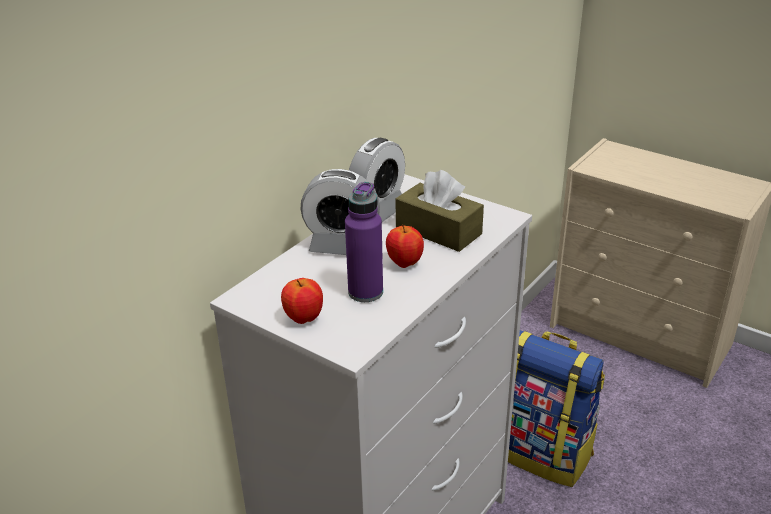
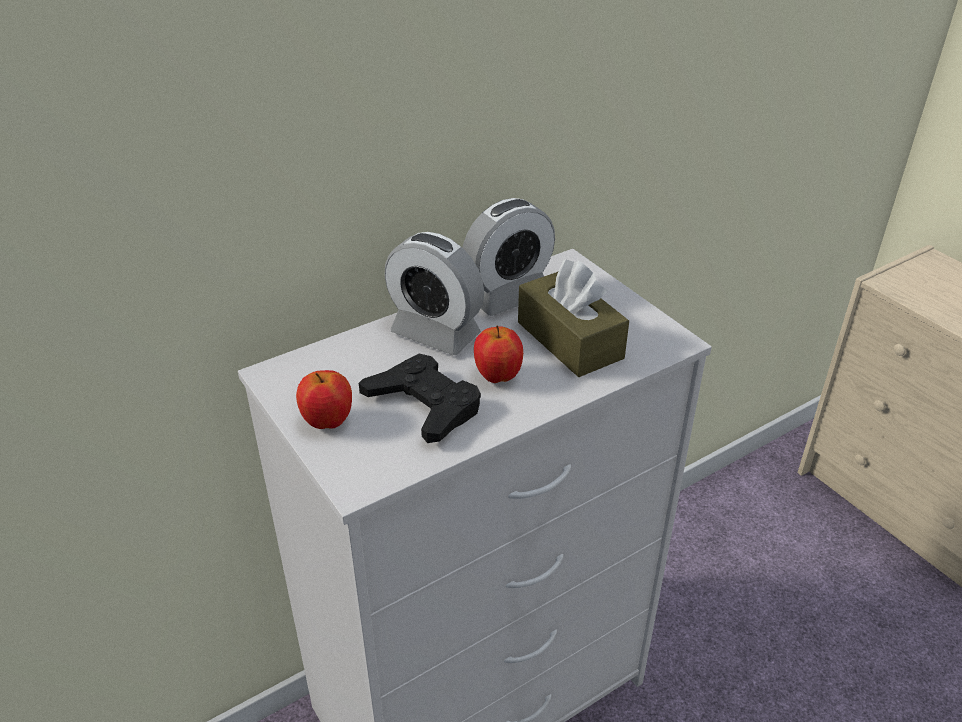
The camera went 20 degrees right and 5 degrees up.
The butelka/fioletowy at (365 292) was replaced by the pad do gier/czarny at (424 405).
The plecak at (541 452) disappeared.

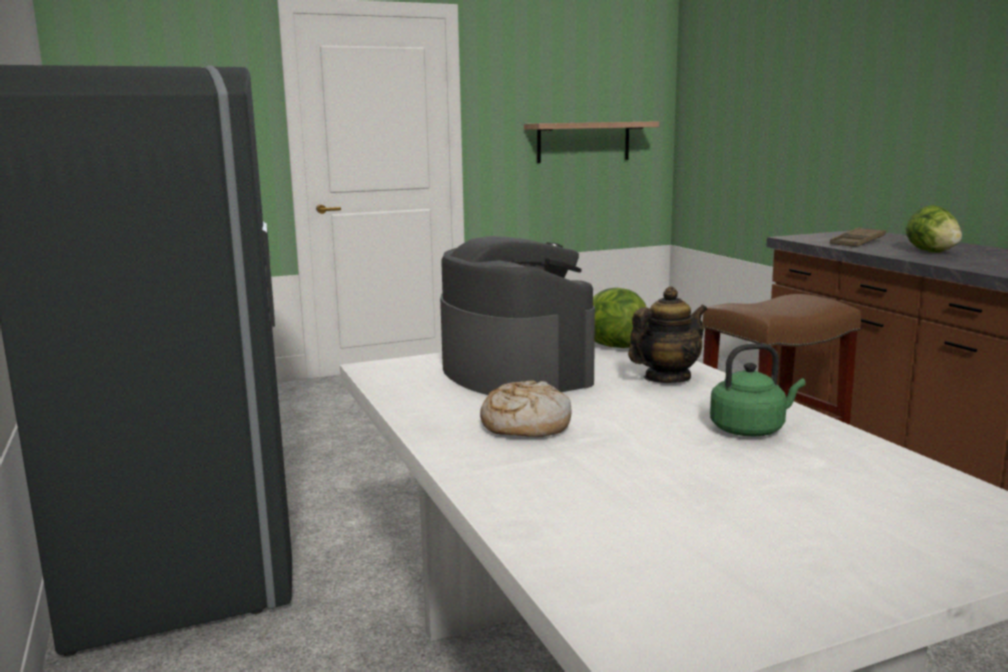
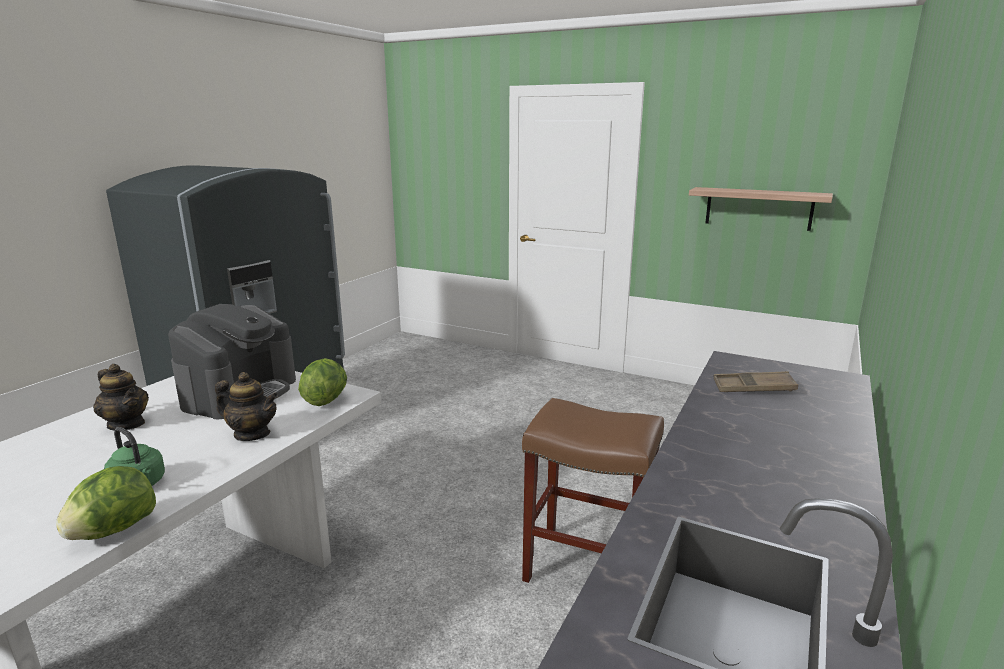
The camera went 50 degrees right and 5 degrees up.
The sałata moved from (931 252) to (114 530).
The chleb at (524 425) was replaced by the imbryk at (126 424).

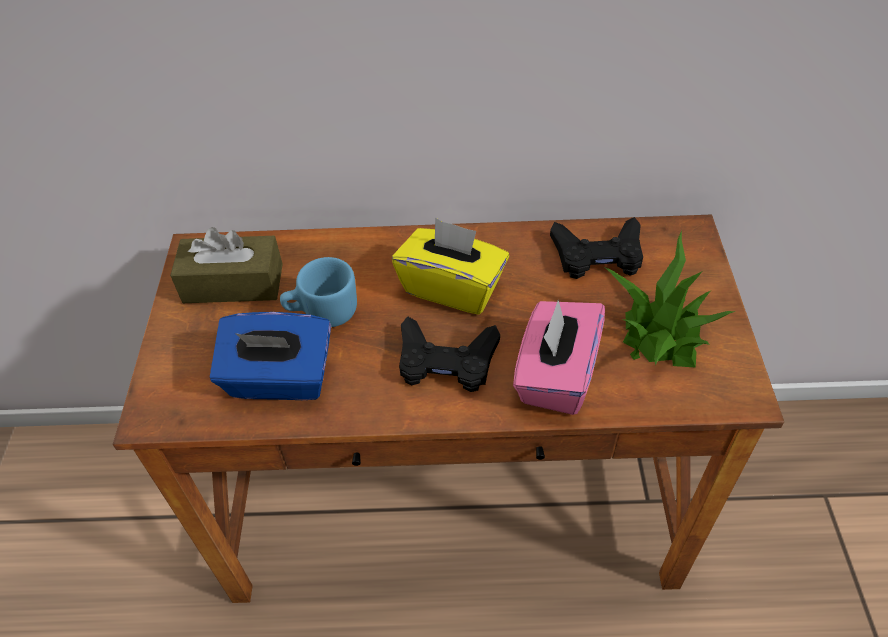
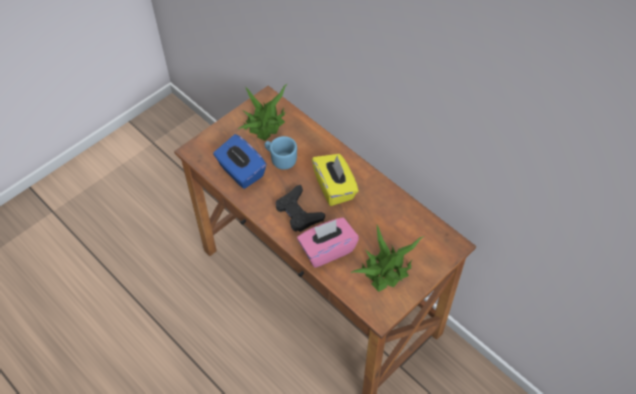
The camera went 45 degrees right and 5 degrees up.
The pad do gier/czarny at (598 255) disappeared.
The pudełko chusteczek/brązowy at (233 283) was replaced by the roślina doniczkowa at (265 123).

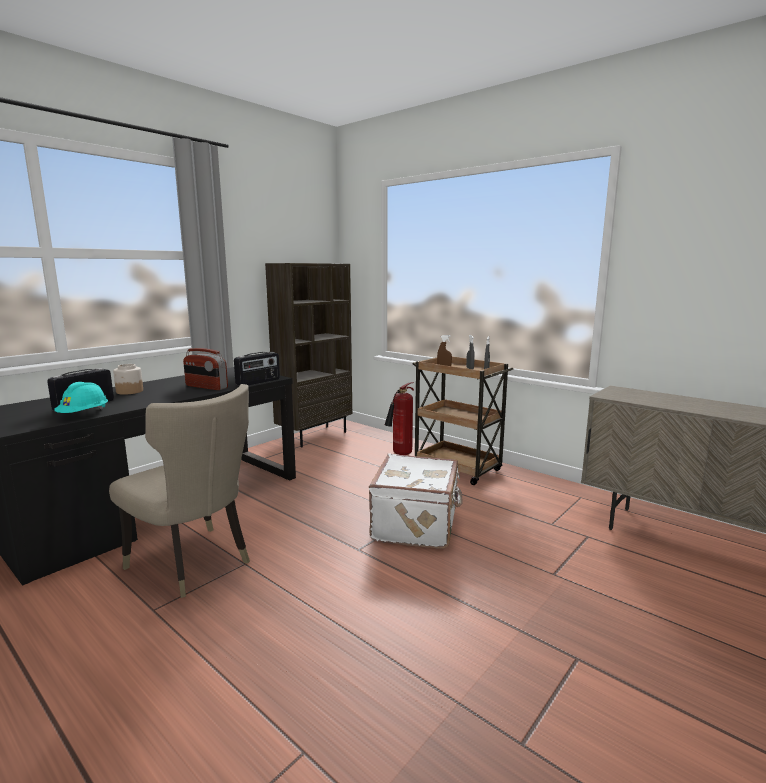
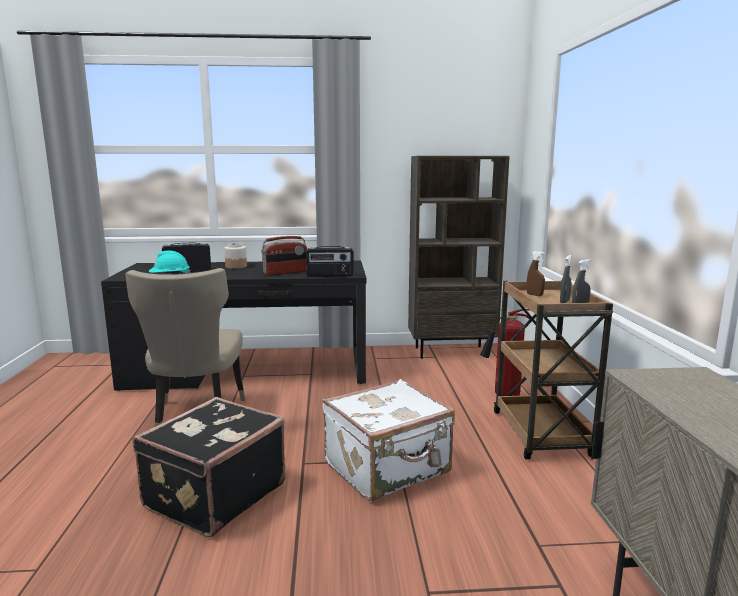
The camera went 45 degrees right and 0 degrees up.
The radio at (206 387) turned 105 degrees counterclockwise.
The walizka/czarny at (213 495) appeared.

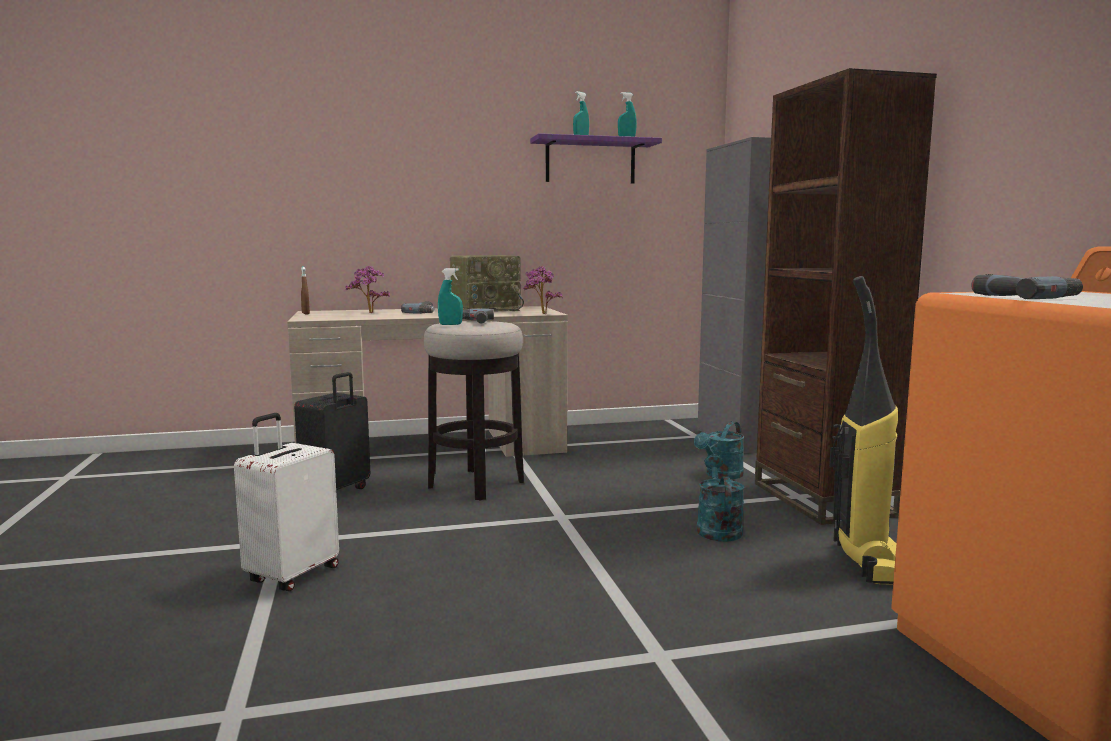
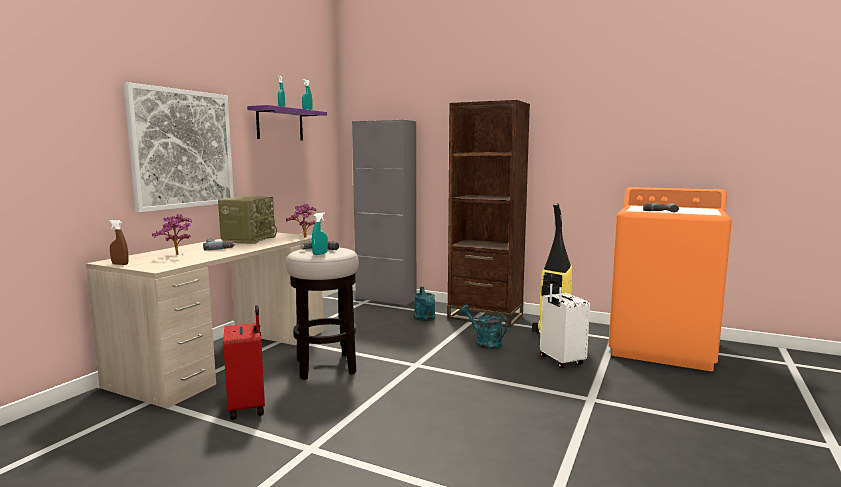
The camera went 50 degrees left and 0 degrees up.
The walizka/czarny at (336 492) became the walizka/czerwony at (248 407).
The walizka/biały moved from (292 575) to (560 361).
The obraz at (183 149) appeared.

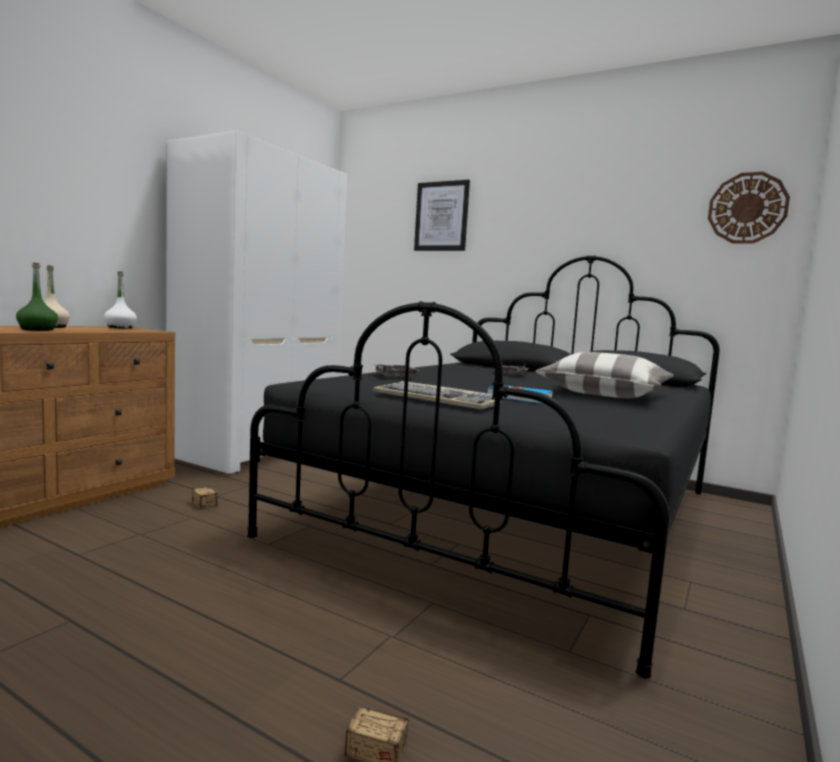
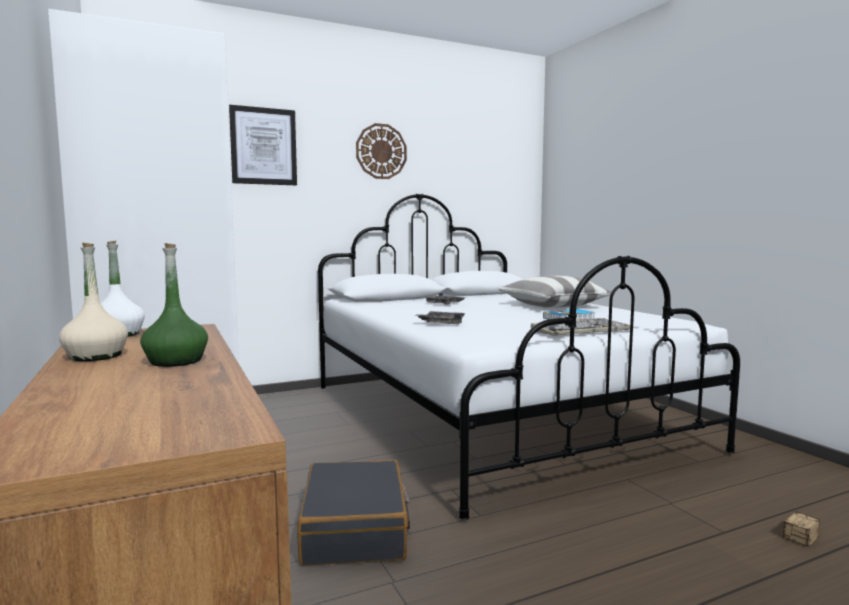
The camera went 55 degrees left and 0 degrees up.
The zegar ścienny moved from (747 208) to (381 151).
The łóżko/czarny at (516 512) became the łóżko/biały at (491 415).
The pojemnik do przechowywania at (210 509) was replaced by the walizka/czarny at (355 529).

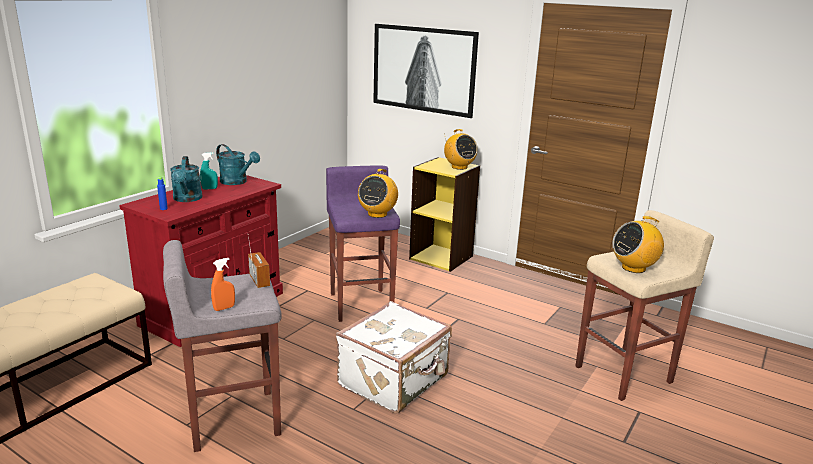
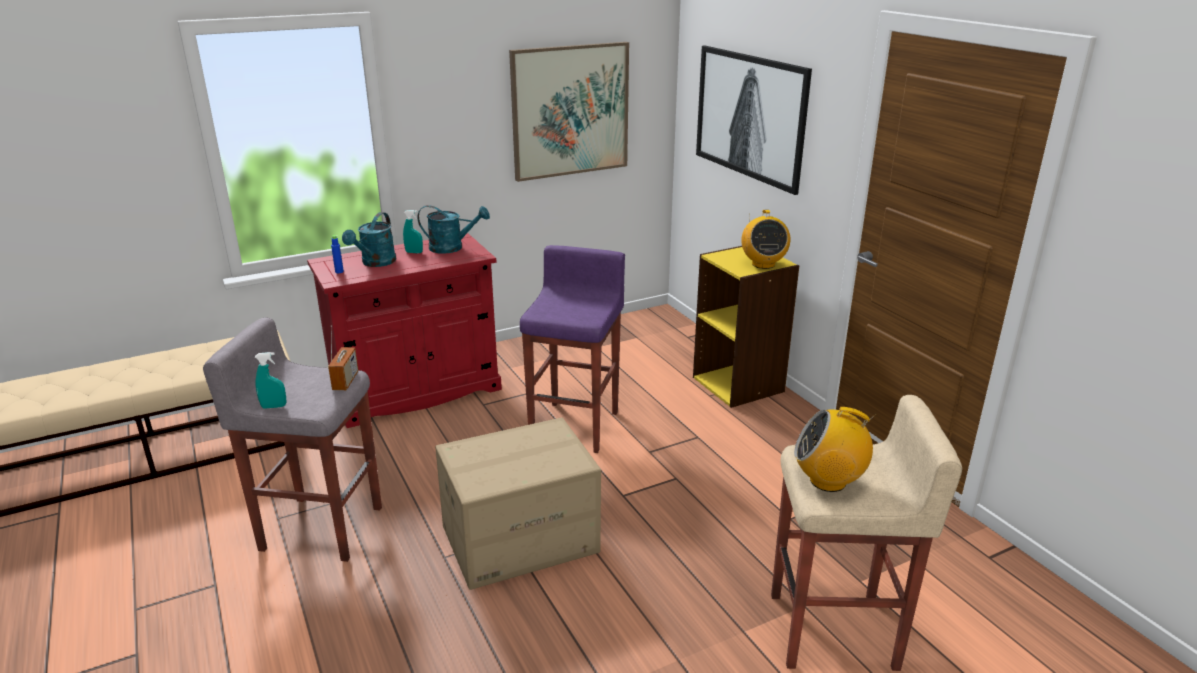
The camera went 30 degrees right and 5 degrees up.
The konewka/turkusowy at (237 182) turned 60 degrees counterclockwise.
The radio at (377 214) disappeared.
The spryskiwacz/pomarańczowy at (224 308) became the spryskiwacz/turkusowy at (274 406).
The walizka/biały at (395 381) was replaced by the karton at (520 538).
The obraz at (570 111) appeared.

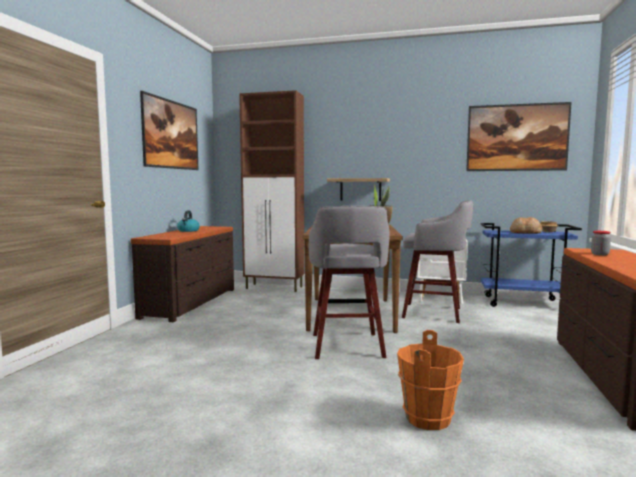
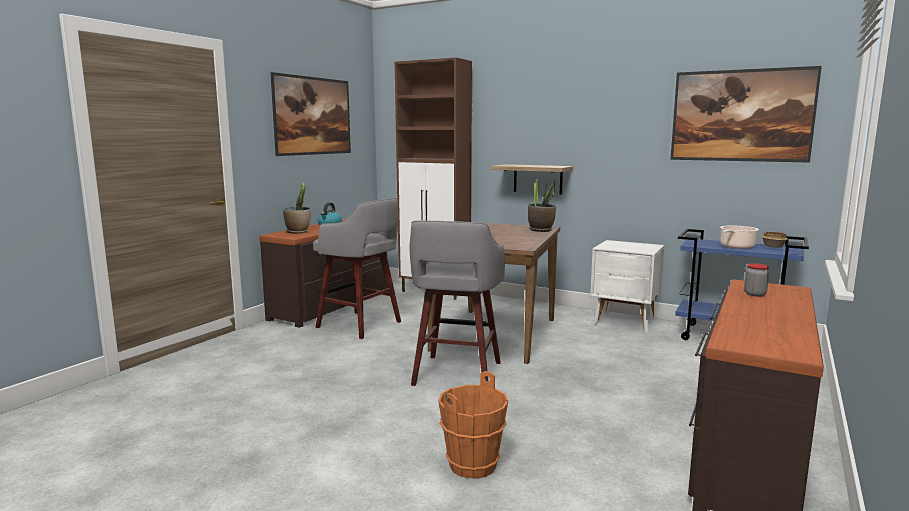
The camera went 15 degrees right and 5 degrees up.
The stołek/szary moved from (434 313) to (361 325).
The chleb at (525 232) was replaced by the garnek at (736 247).
The roślina doniczkowa at (298 232) appeared.

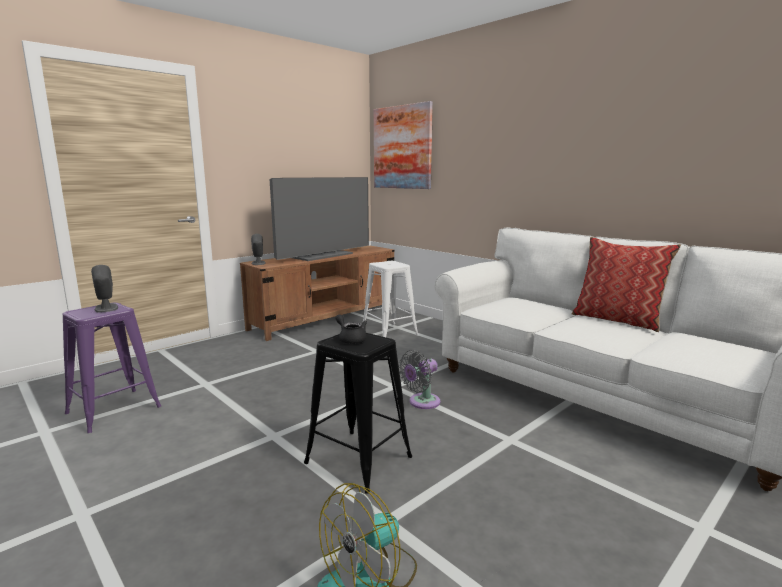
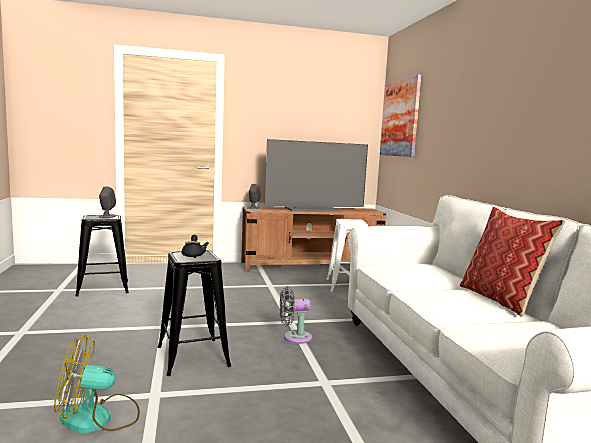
The camera went 30 degrees right and 5 degrees down.
The stołek/fioletowy at (113 410) became the stołek/czarny at (103 288).

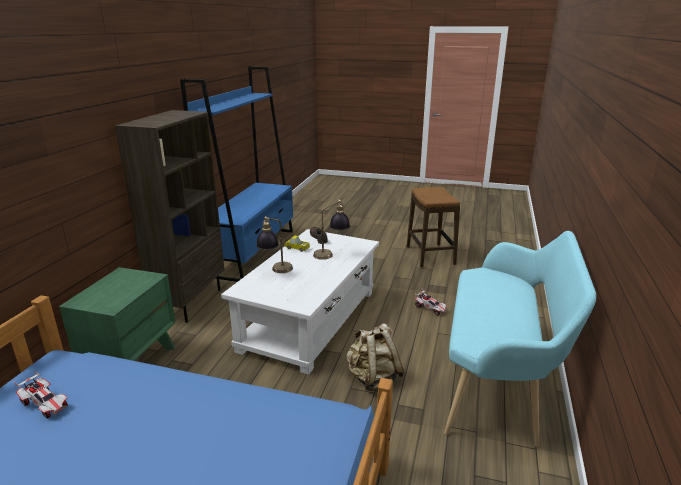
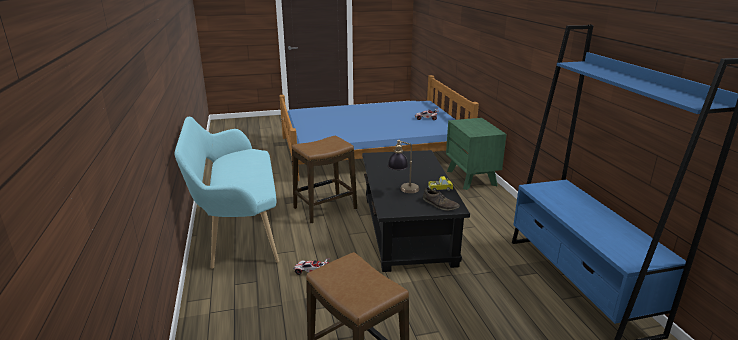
The camera went 150 degrees right and 0 degrees up.
The regał/brązowy at (190 302) disappeared.
The lampa stołowa at (275 271) disappeared.
The ława/biały at (309 320) became the ława/czarny at (407 229).
The plecak/beżowy at (373 378) was replaced by the stołek at (325 208).

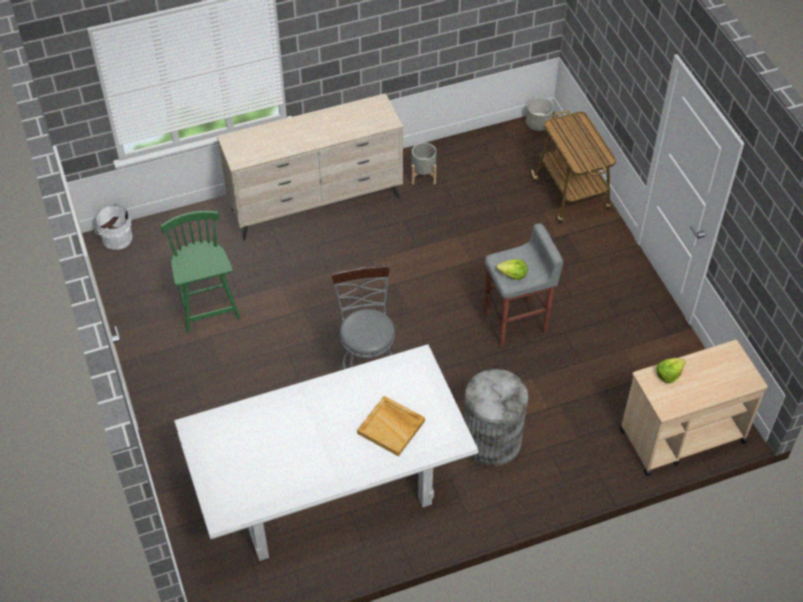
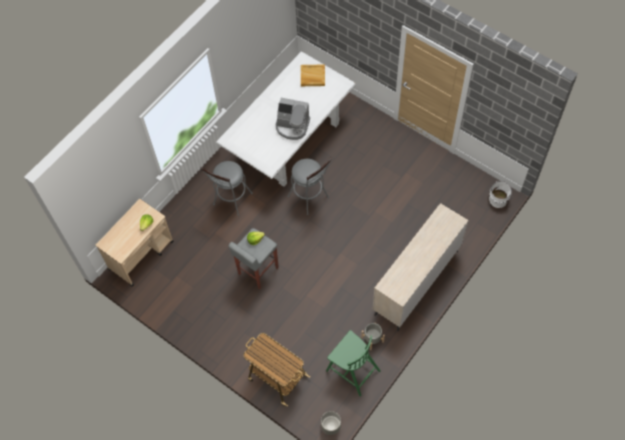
The camera went 150 degrees right and 10 degrees up.
The krzesło/zielony moved from (206 302) to (352 370).
The kosz na śmieci/szary at (492 440) was replaced by the stołek/szary at (231 201).
The taca/beżowy moved from (391 427) to (312 76).
The ekspres do kawy at (292 126) appeared.

